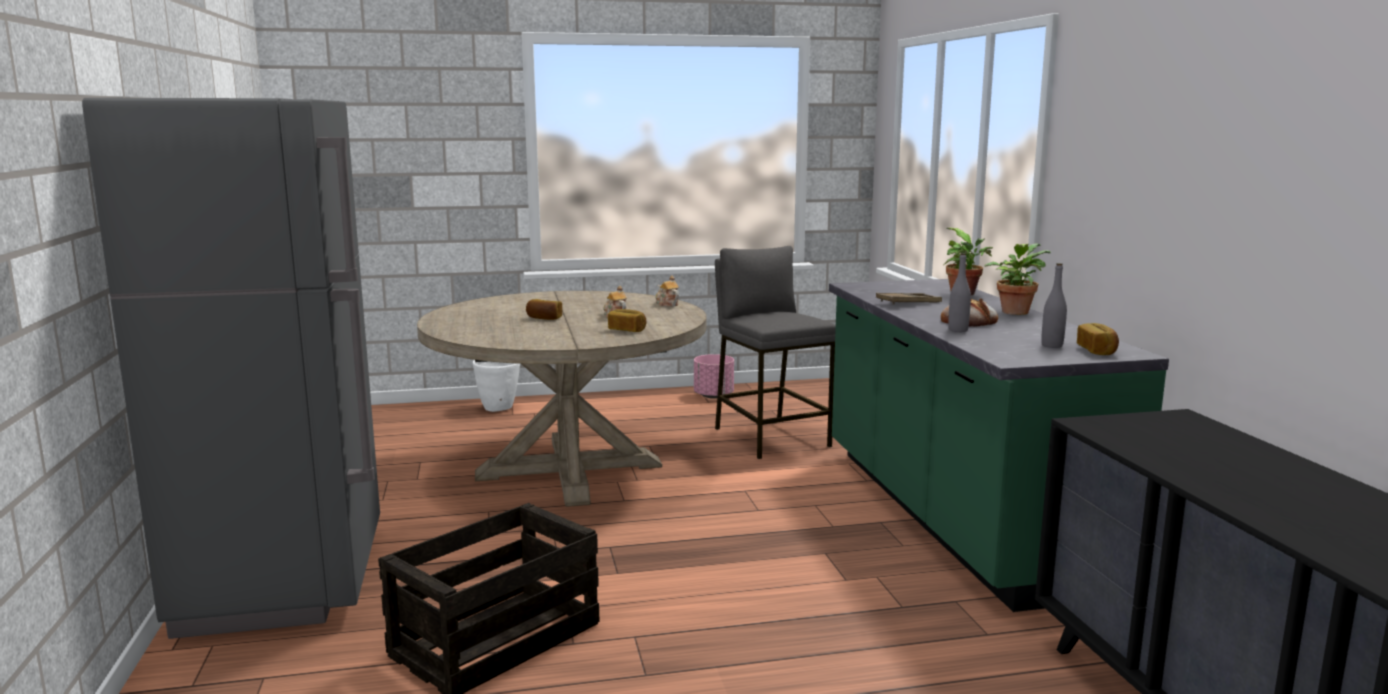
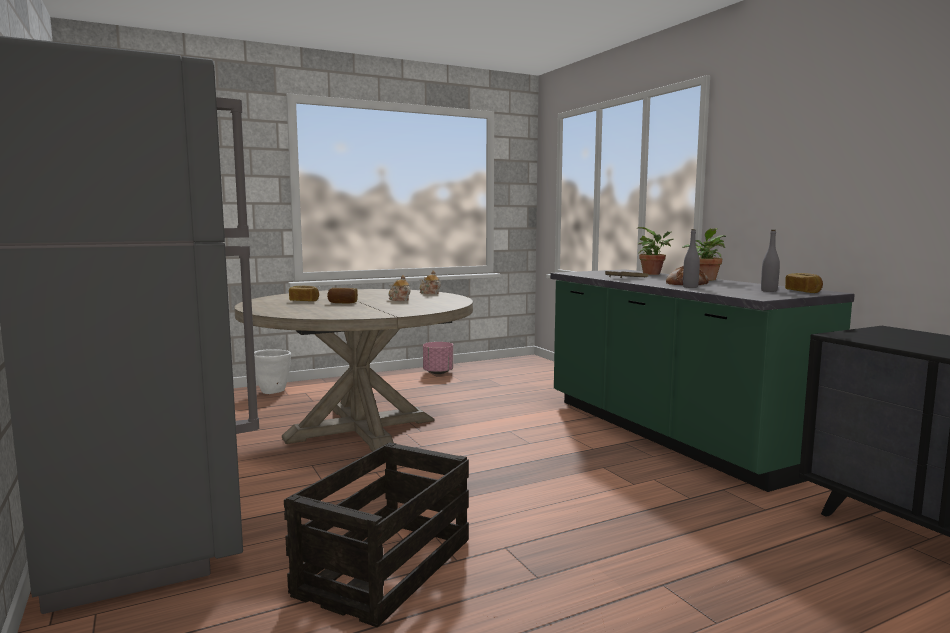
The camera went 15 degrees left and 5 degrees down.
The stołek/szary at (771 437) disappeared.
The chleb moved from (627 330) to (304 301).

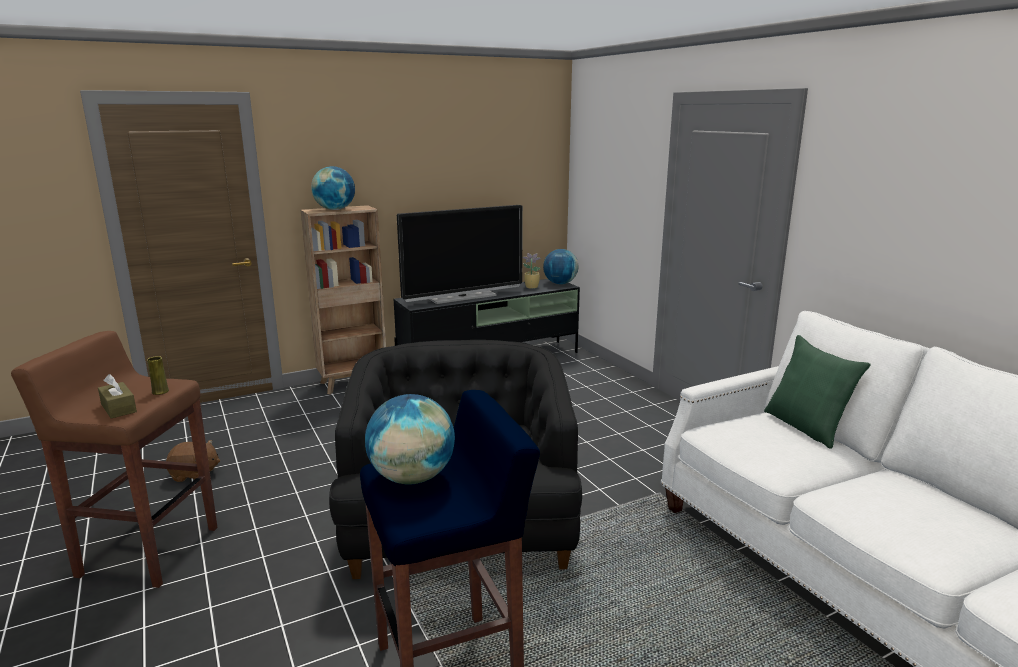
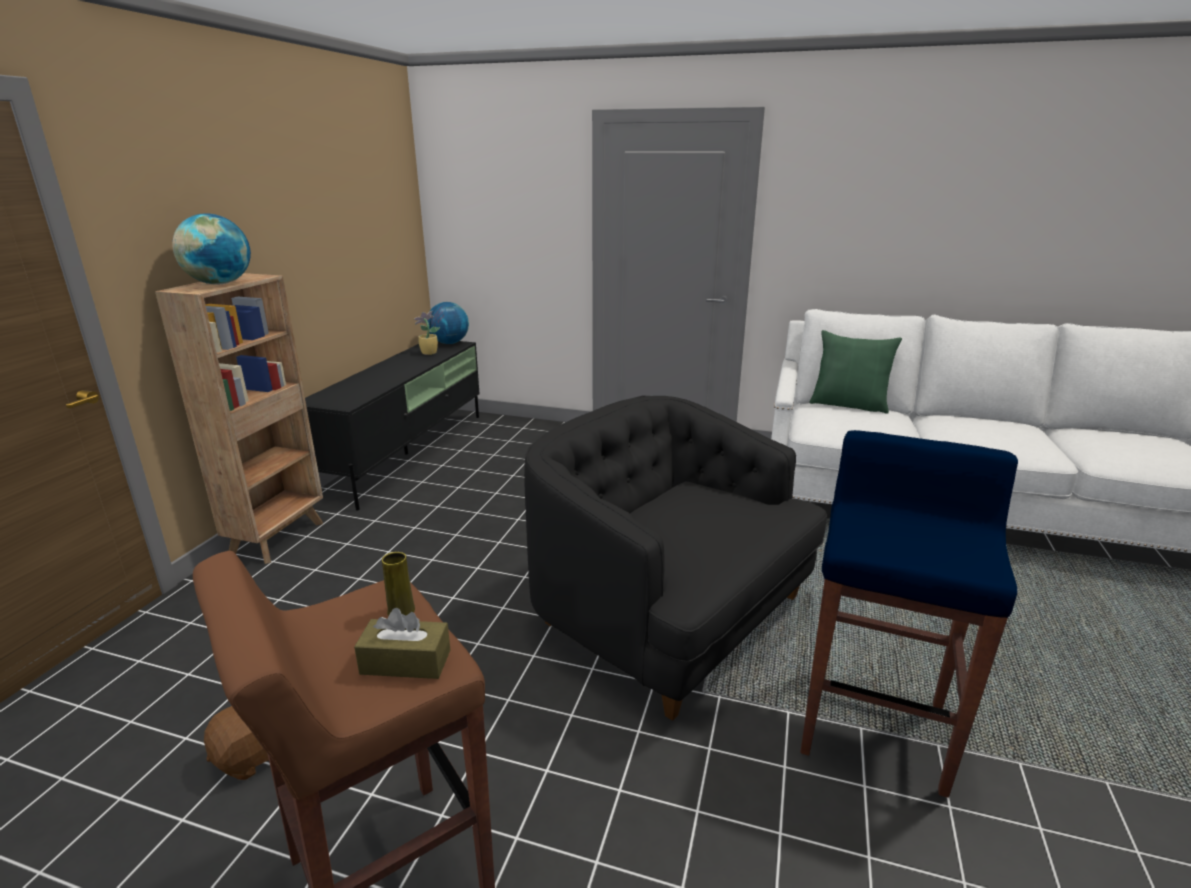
The camera went 45 degrees left and 5 degrees up.
The telewizor at (462 297) disappeared.
The globus at (412 478) disappeared.

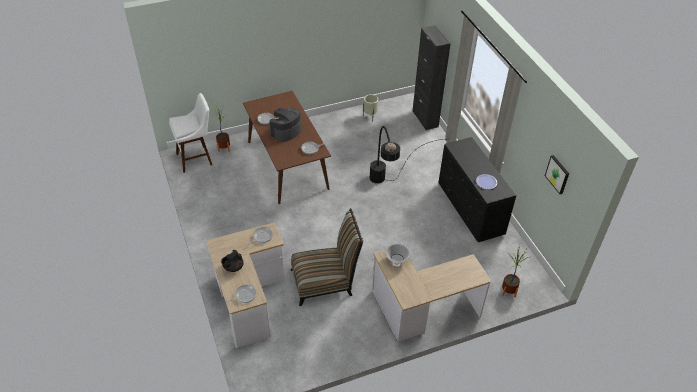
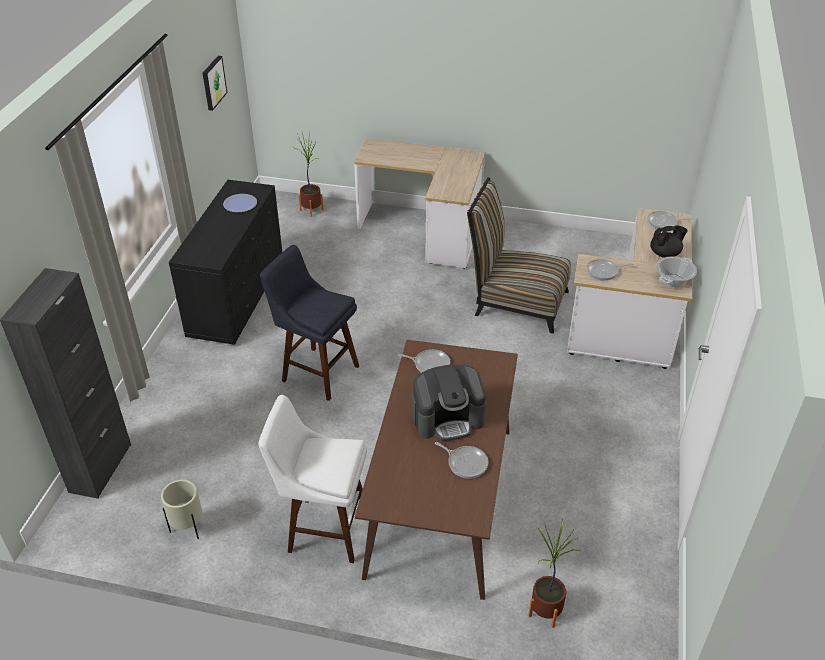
The camera went 145 degrees left and 5 degrees down.
The stołek/biały moved from (197 158) to (323 529).
The lampa stojąca/czarny at (388 191) was replaced by the stołek/niebieski at (316 371).
The garnek moved from (397 259) to (673 280).

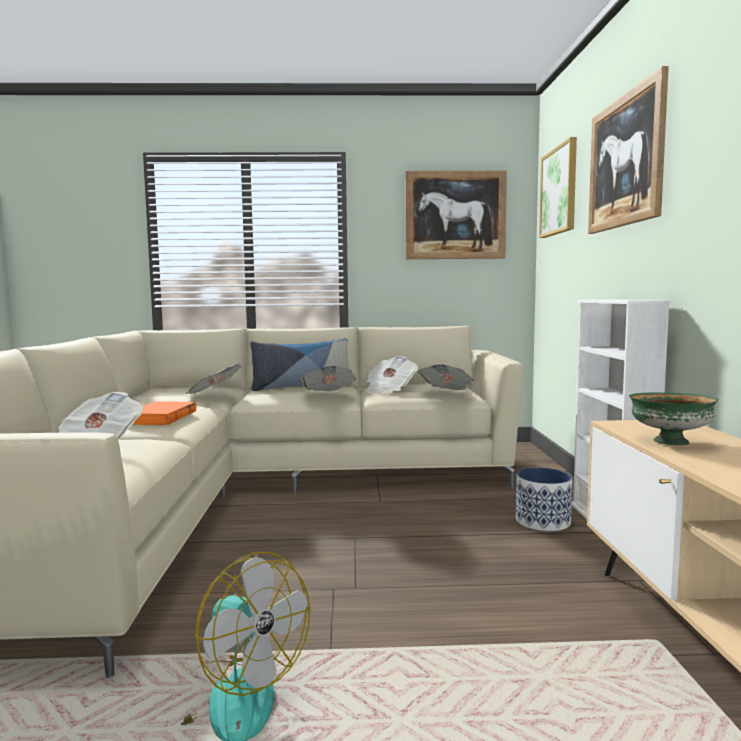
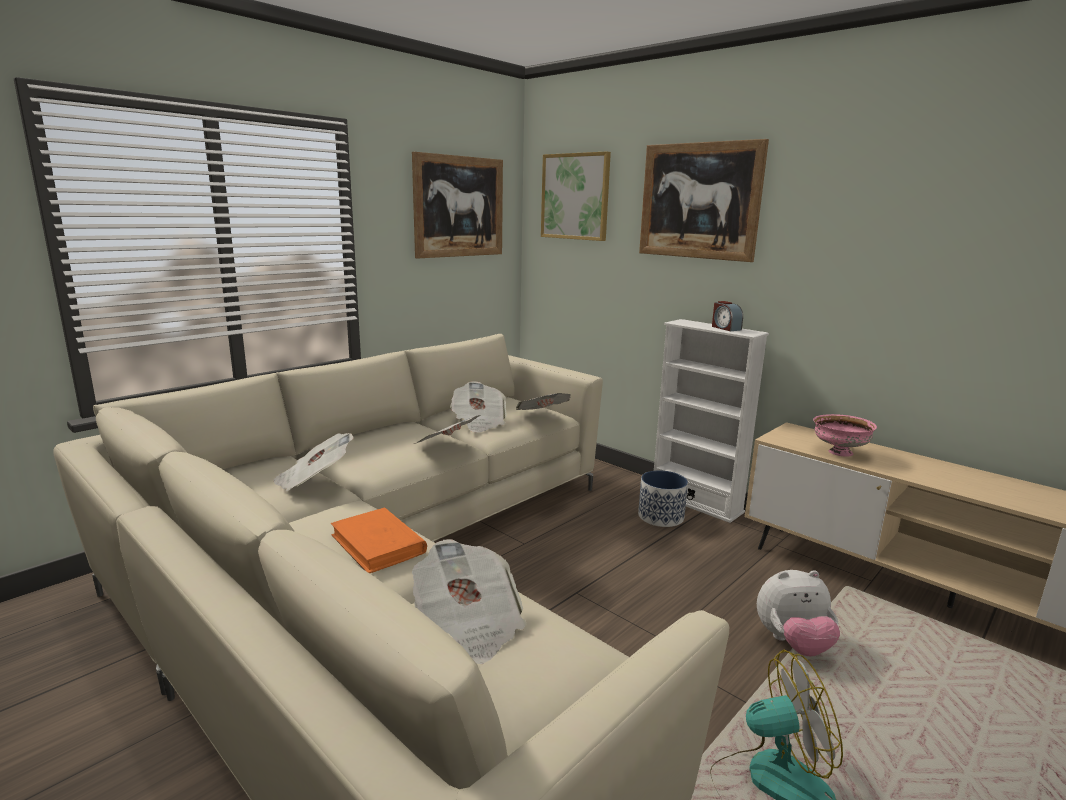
The camera went 45 degrees left and 10 degrees up.
The poduszka at (301 387) disappeared.
The miska/zielony at (669 442) became the miska/różowy at (839 453).
The budzik at (725 328) appeared.
The pluszak at (792 643) appeared.

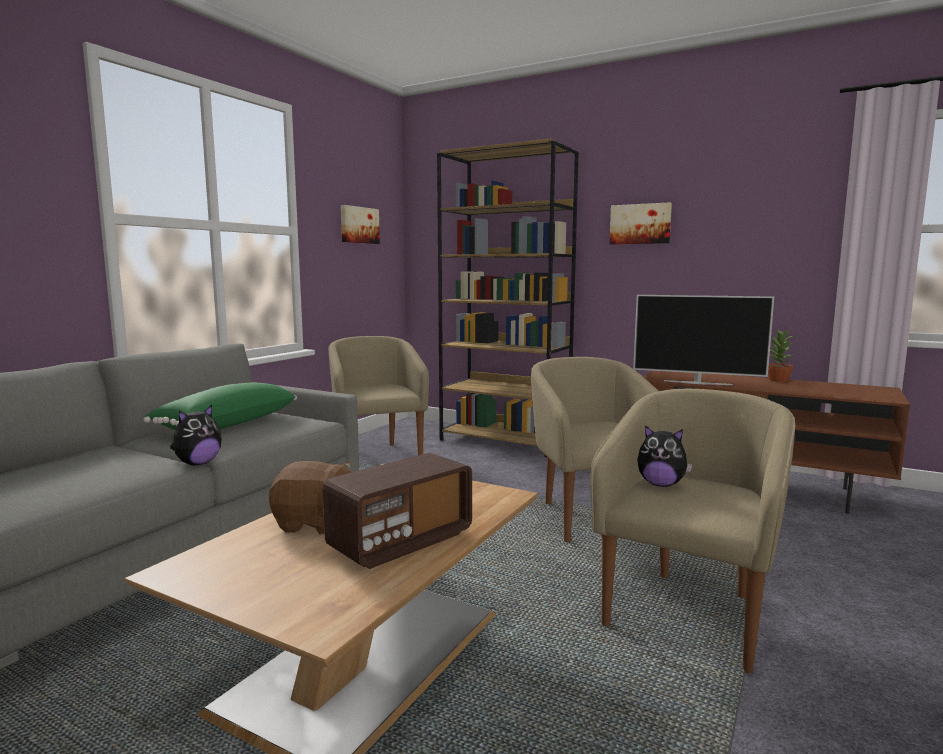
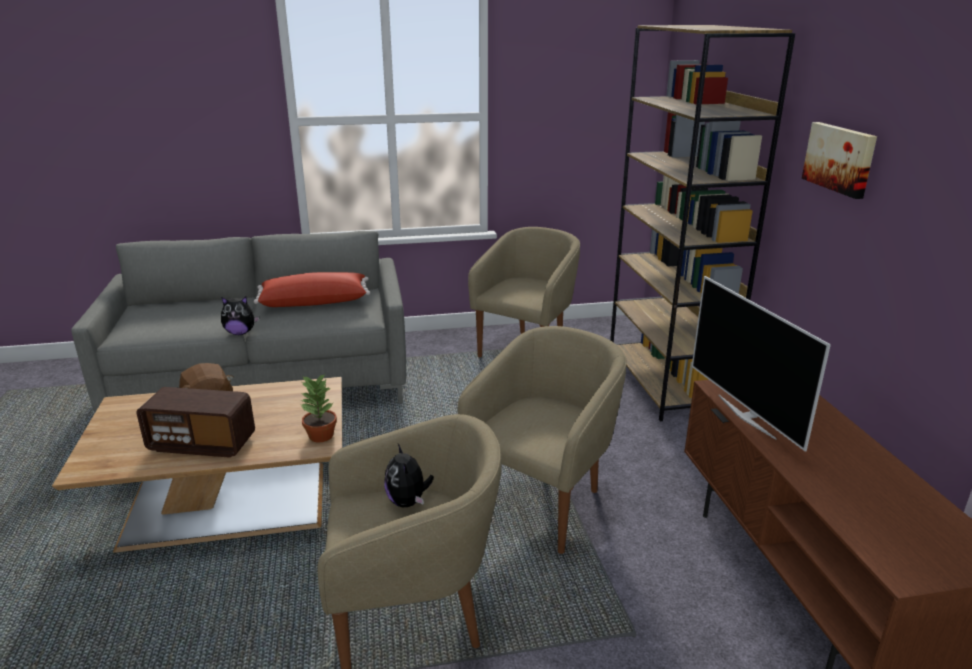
The camera went 50 degrees right and 15 degrees up.
The obraz at (358 225) disappeared.
The roślina doniczkowa moved from (778 380) to (320 436).
The poduszka/zielony at (226 424) became the poduszka/czerwony at (314 302).

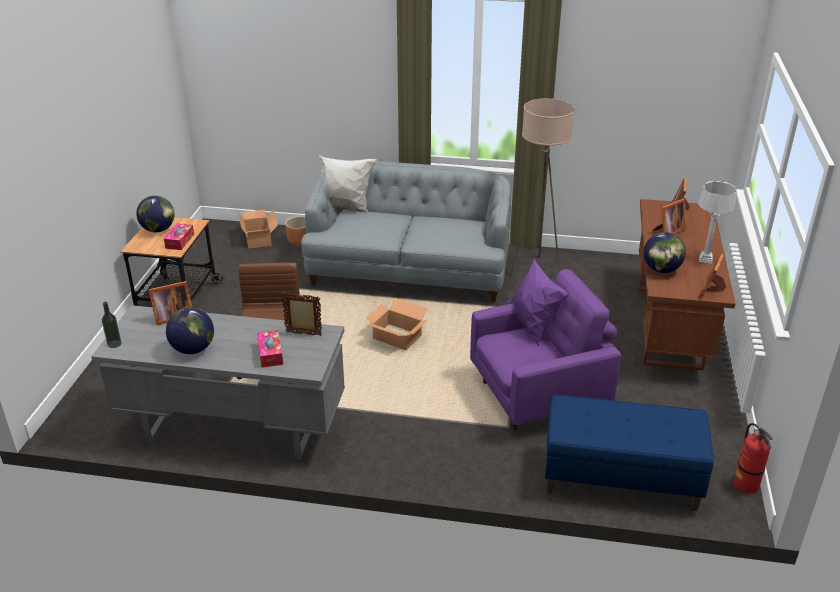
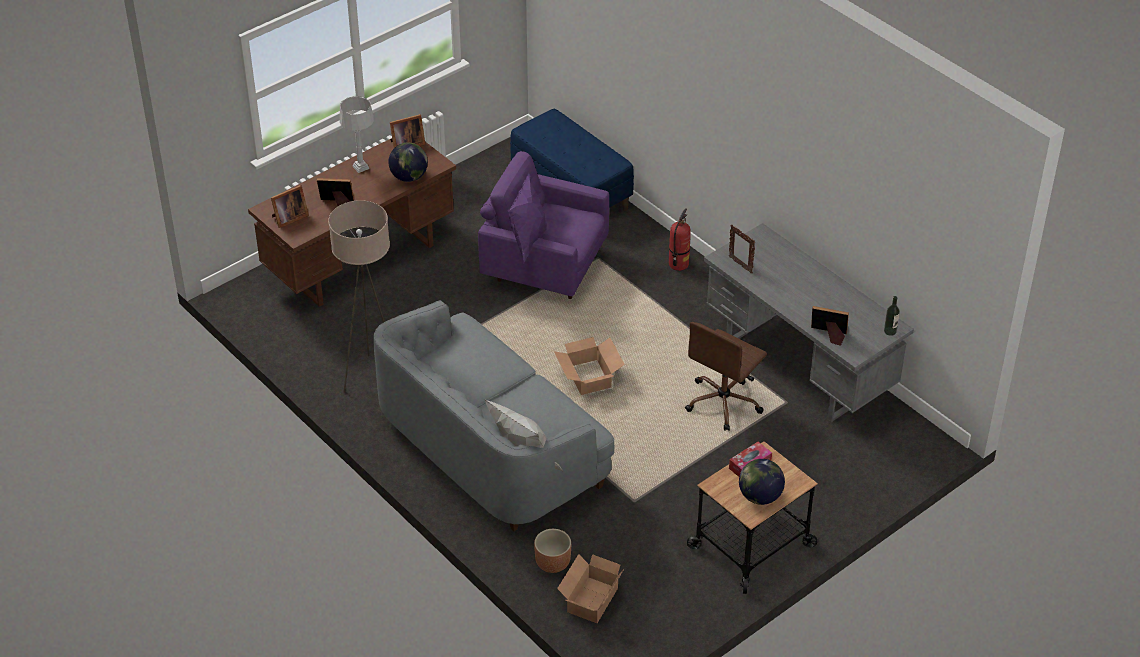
The camera went 140 degrees left and 10 degrees up.
The globus at (193 349) disappeared.
The pudełko chusteczek at (270 354) disappeared.
The gaśnica moved from (746 485) to (678 264).

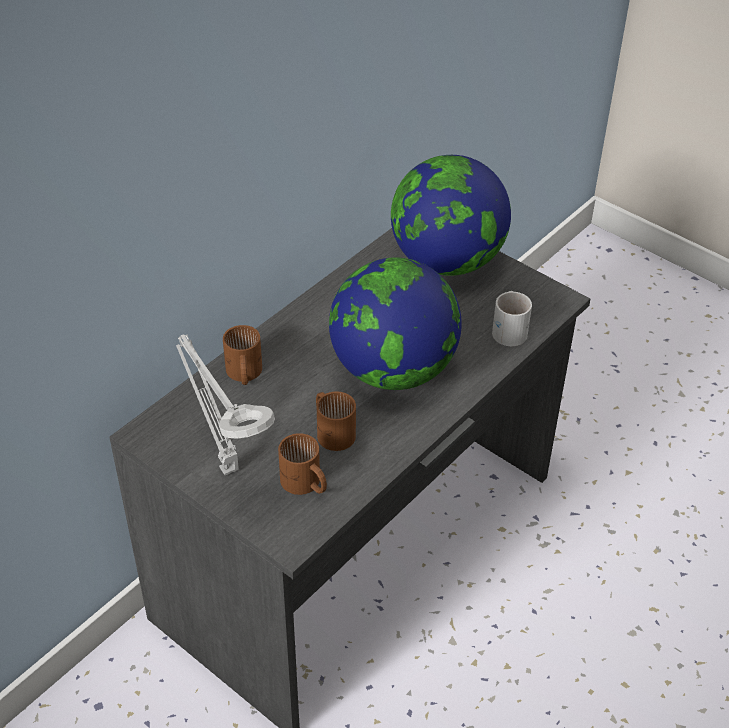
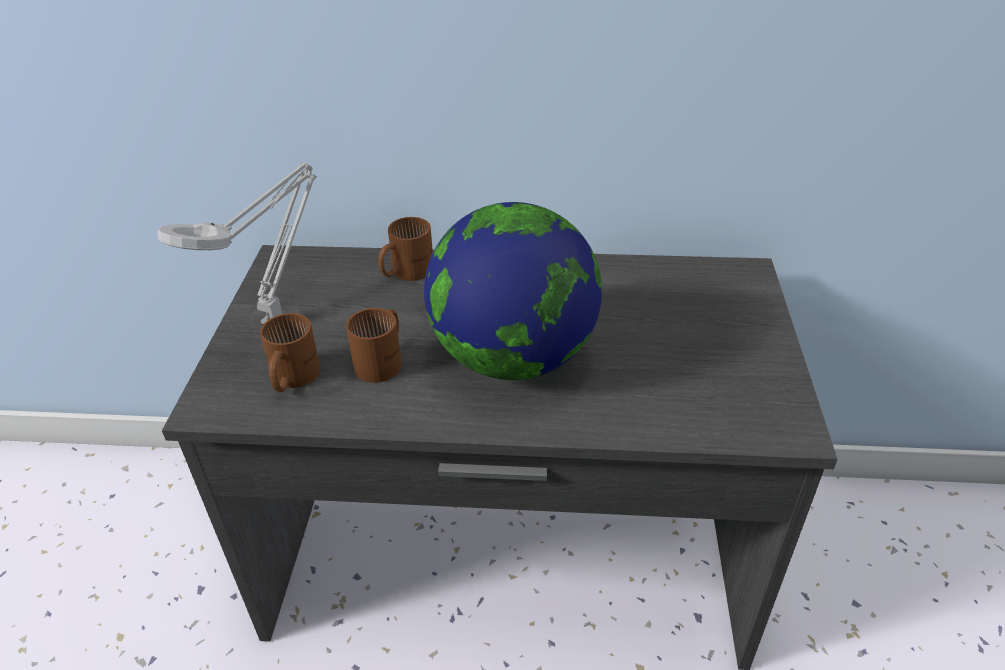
The camera went 55 degrees right and 5 degrees down.
The globus at (447 261) disappeared.
The kubek/biały at (510 329) disappeared.

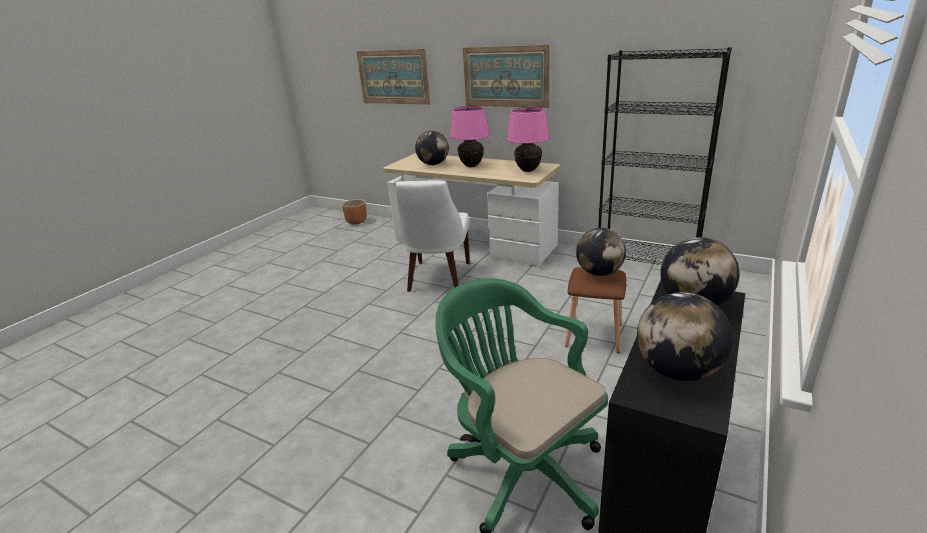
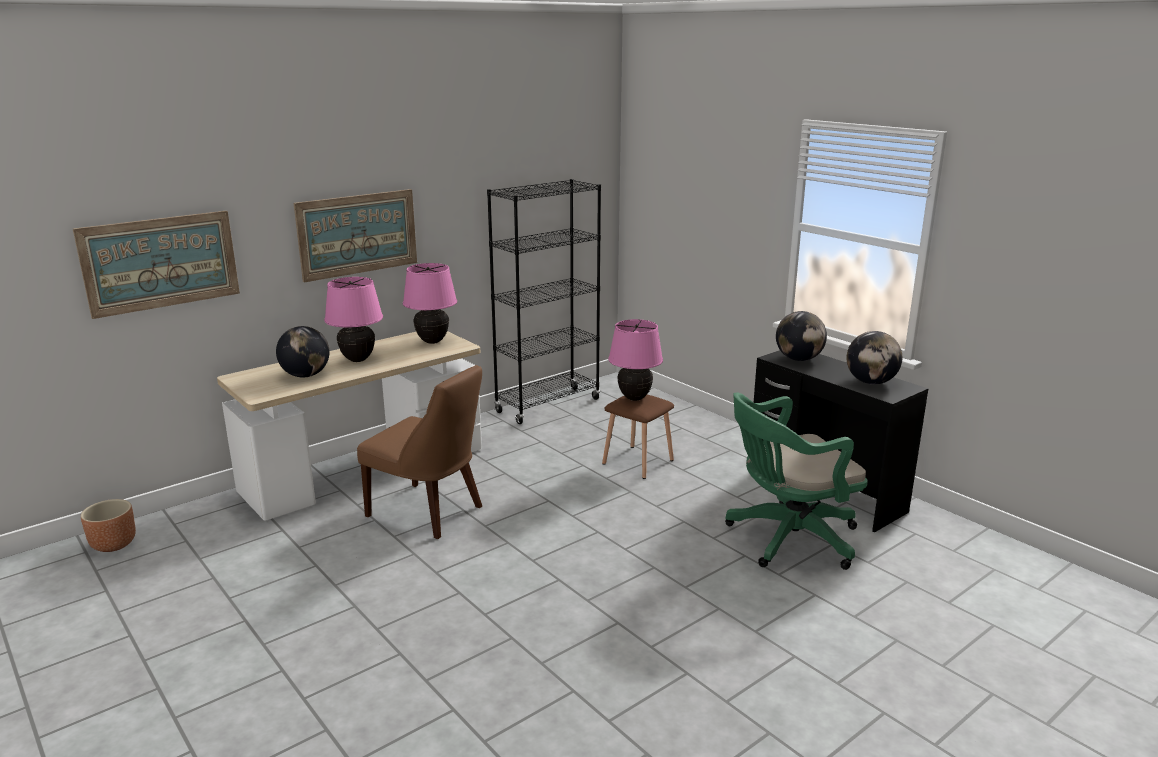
The camera went 70 degrees left and 5 degrees down.
The krzesło/biały at (437 278) became the krzesło/brązowy at (429 512).
The globus at (599 273) was replaced by the lampa stołowa/różowy at (635 398).

